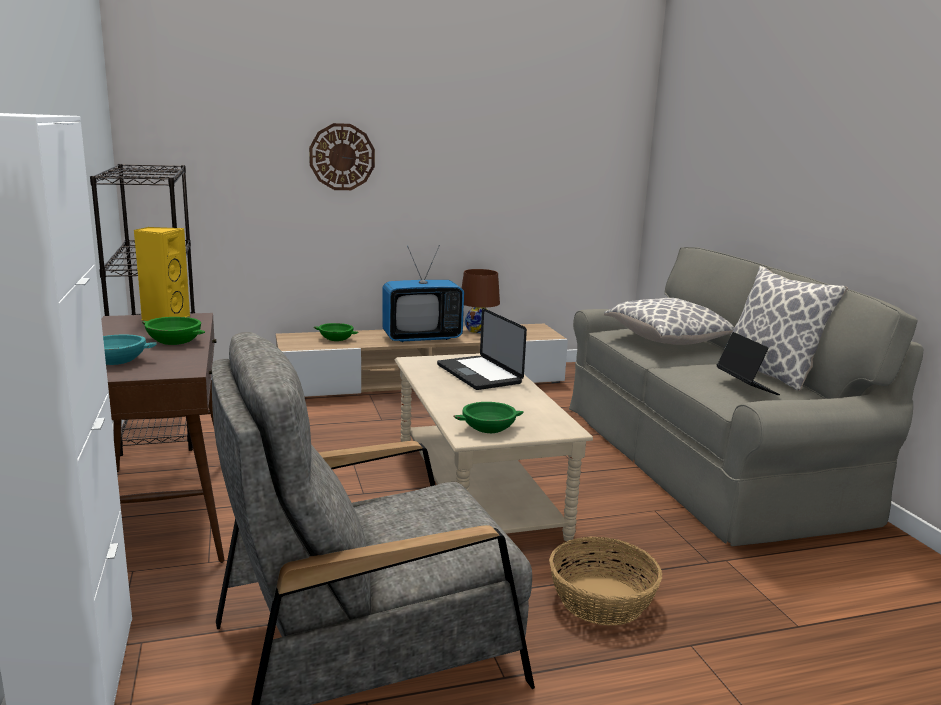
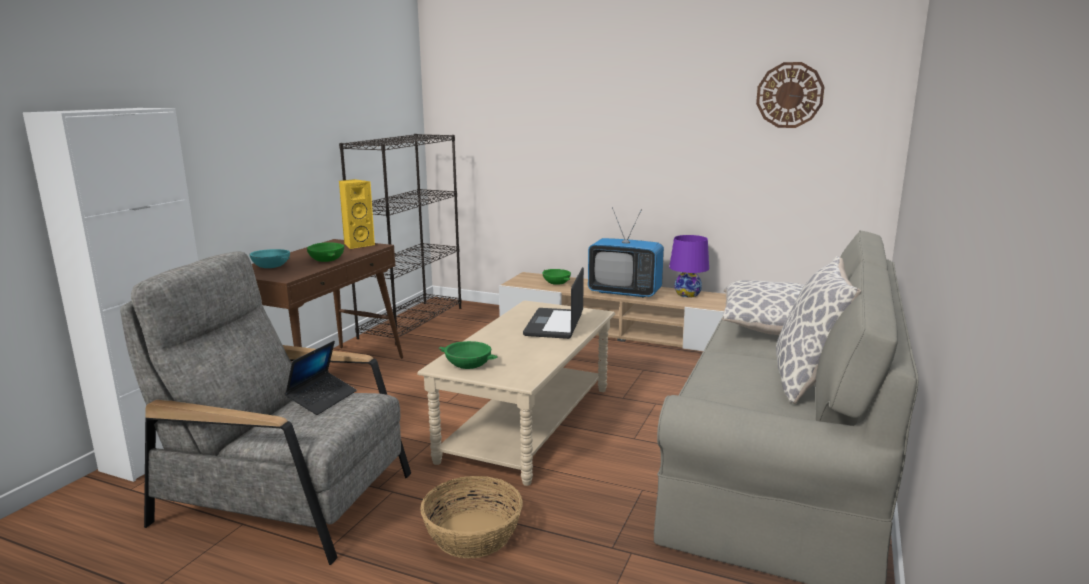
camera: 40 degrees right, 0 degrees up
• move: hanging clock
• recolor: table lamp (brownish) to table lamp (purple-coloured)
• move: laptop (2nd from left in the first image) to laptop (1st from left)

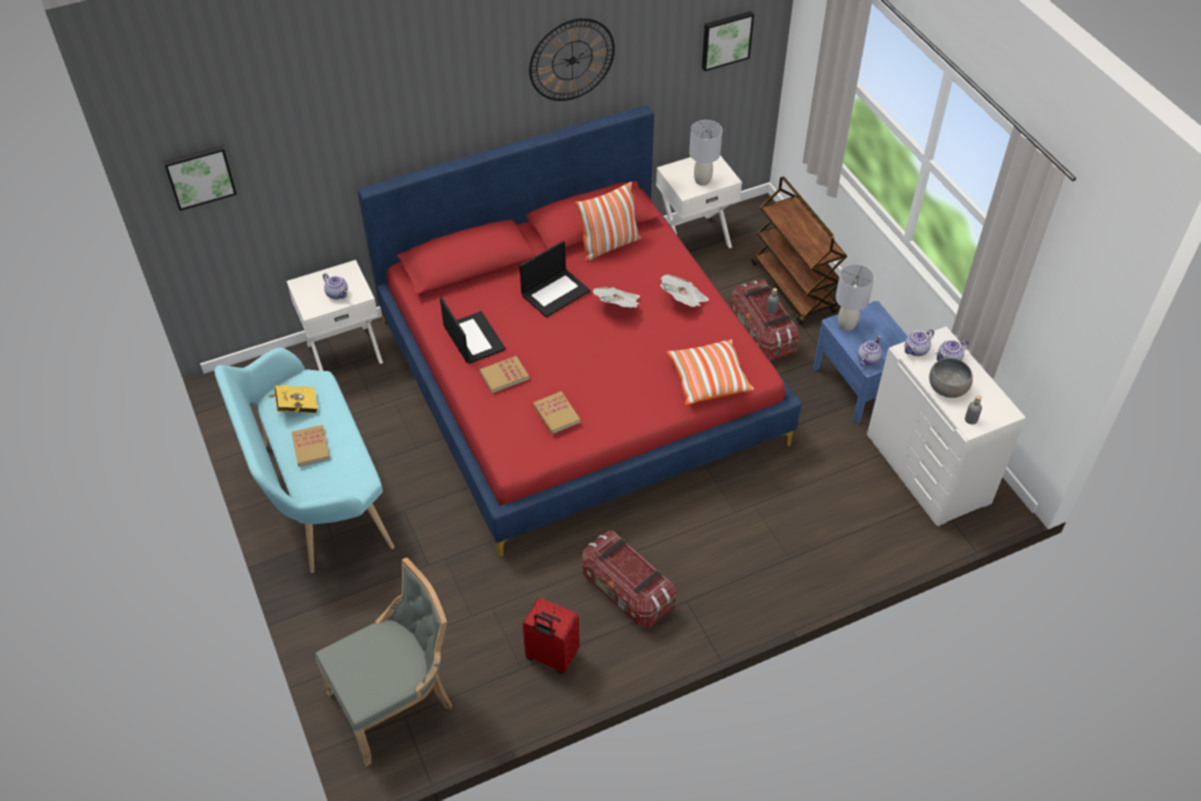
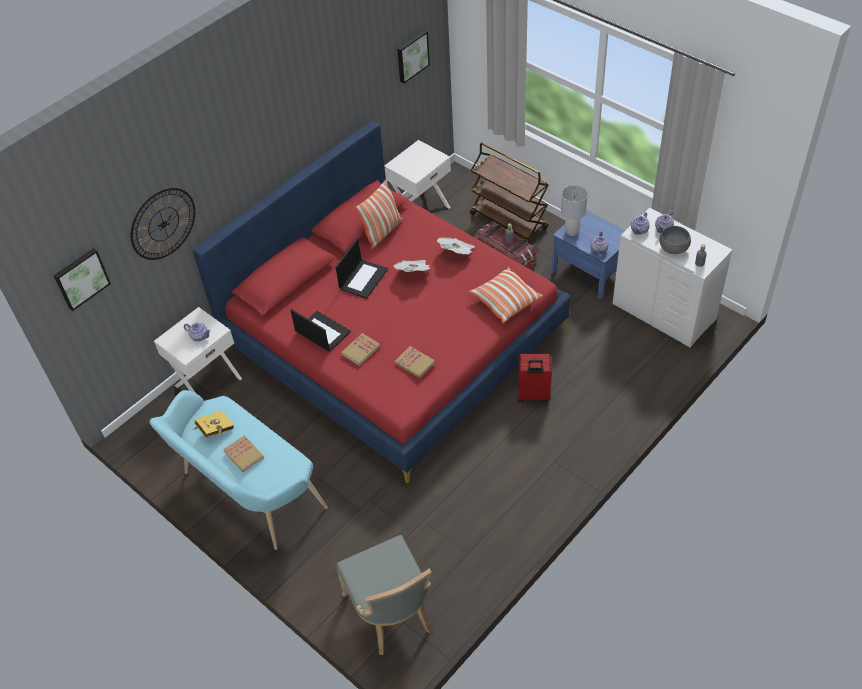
camera: 20 degrees left, 0 degrees up
• rotate: upright chair (gray) 120 degrees clockwise
• move: suitcase (red-coloured)
• move: hanging clock
• delete: storage container (1st from left)
• delete: table lamp (gray) (1st from left)

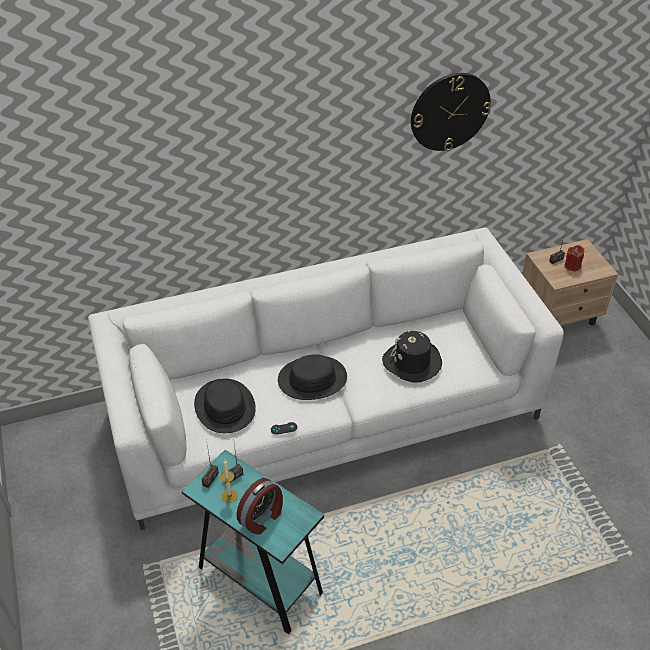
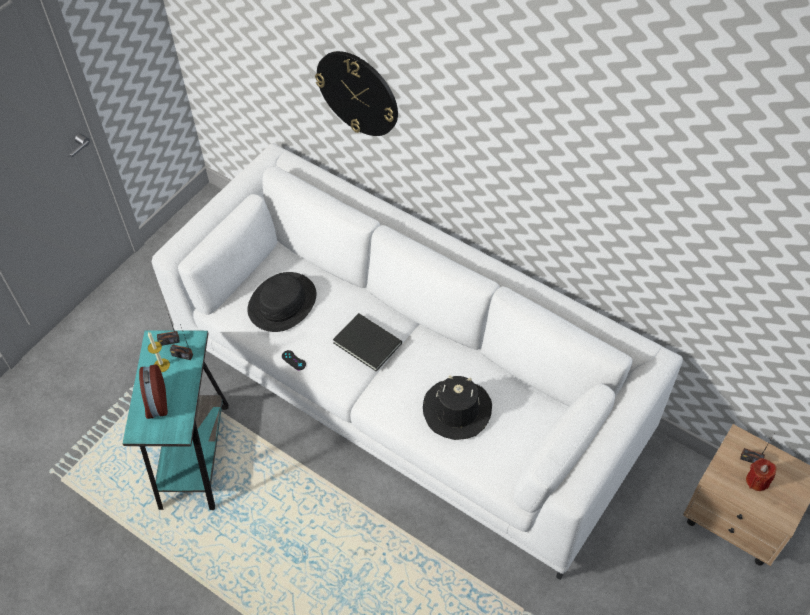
camera: 55 degrees right, 10 degrees up
• rotate: alarm clock 75 degrees clockwise
• replace: clothing hat (black) (2nd from left) to book (black)
• move: hanging clock

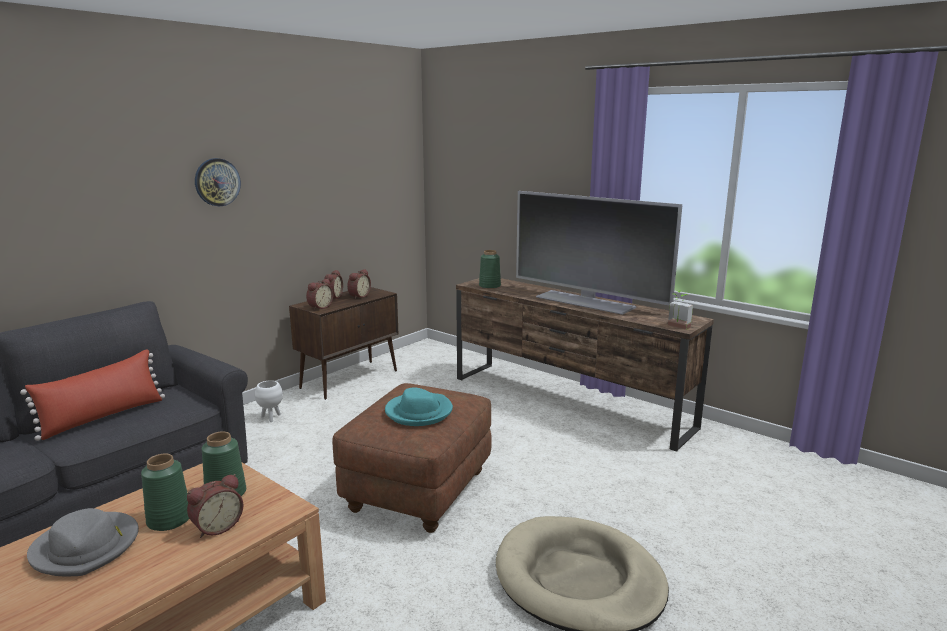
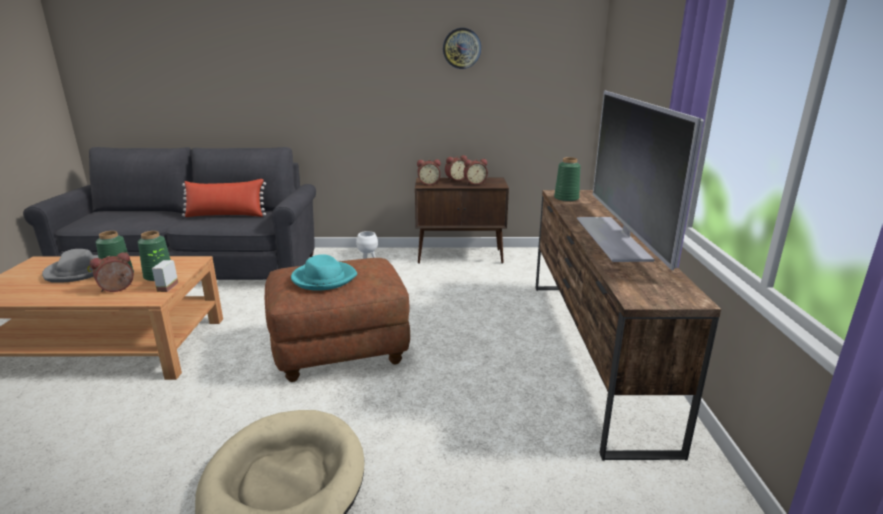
camera: 50 degrees right, 5 degrees up
• rotate: alarm clock (1st from left) 135 degrees clockwise
• move: hanging clock
• move: potted plant

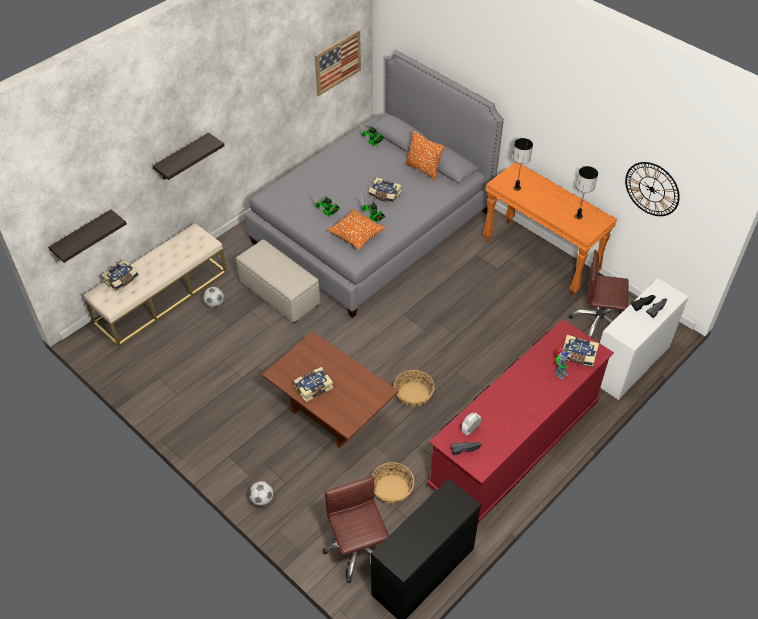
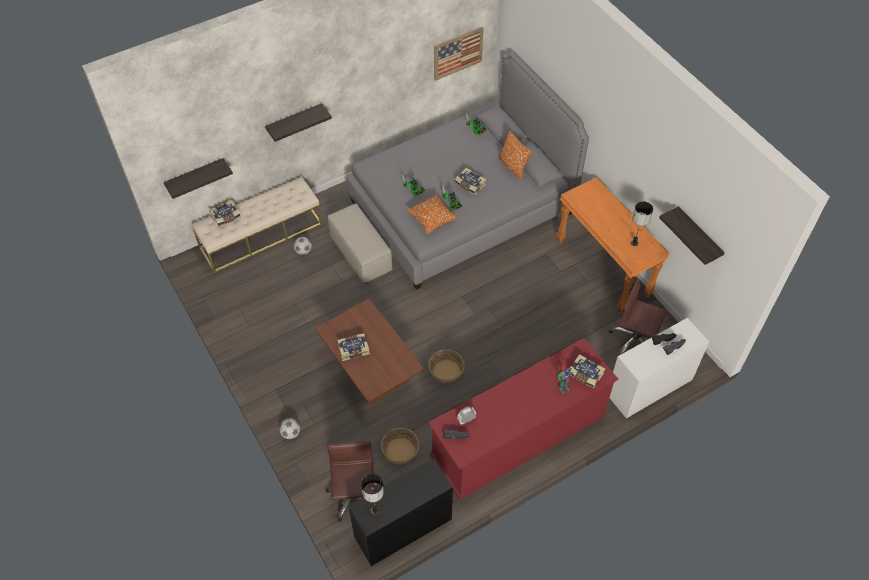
camera: 15 degrees right, 5 degrees up
• move: table lamp (1st from left)
• replace: hanging clock to shelf (3rd from left)

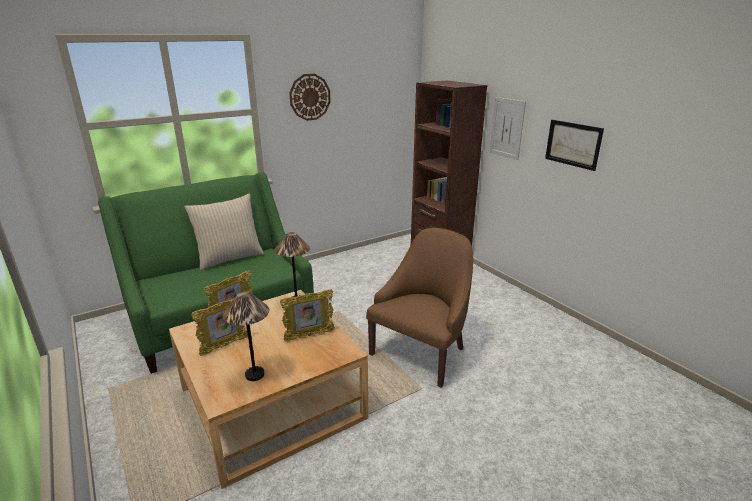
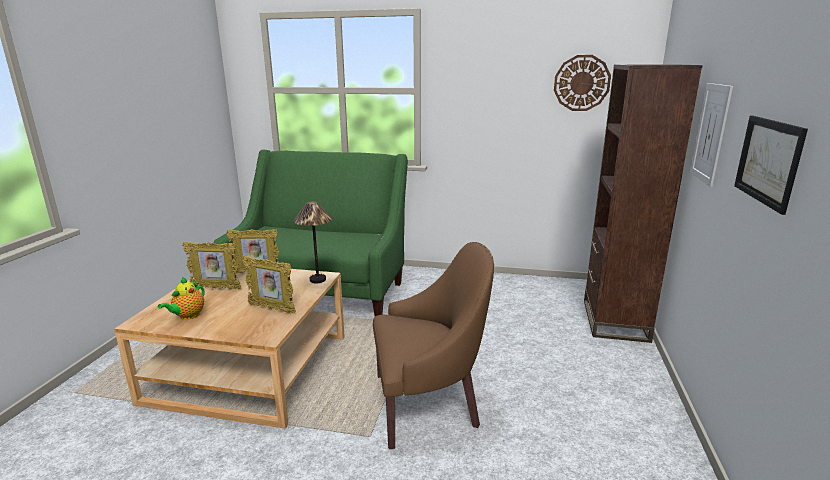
camera: 45 degrees right, 5 degrees down
• delete: cushion (sand-coloured)
• replace: table lamp (1st from left) to teapot
• move: hanging clock

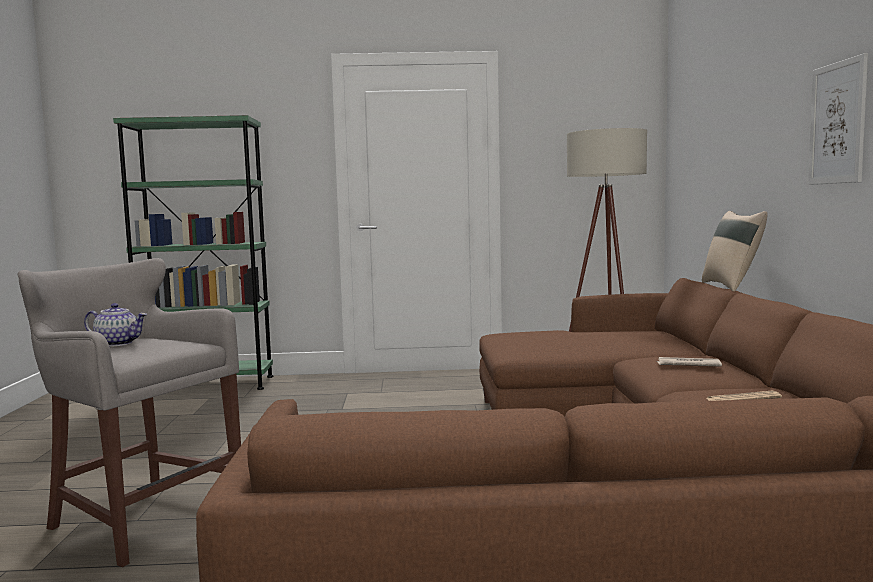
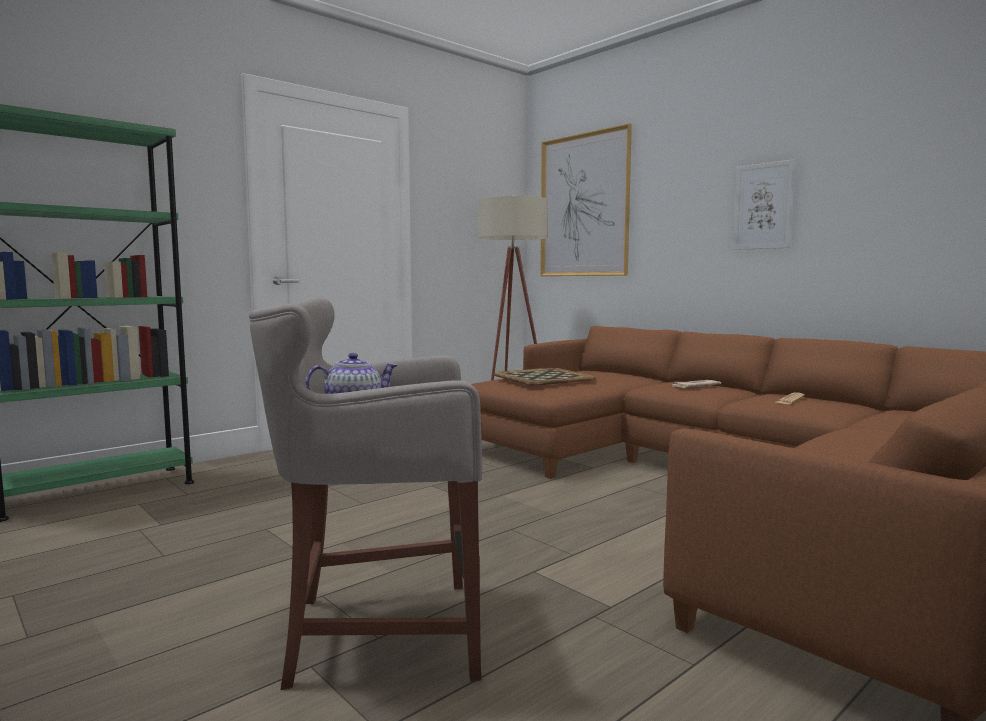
camera: 40 degrees left, 0 degrees up
• delete: cushion (sand-coloured)
• insert: carrying tray
• insert: wall picture (1st from left)

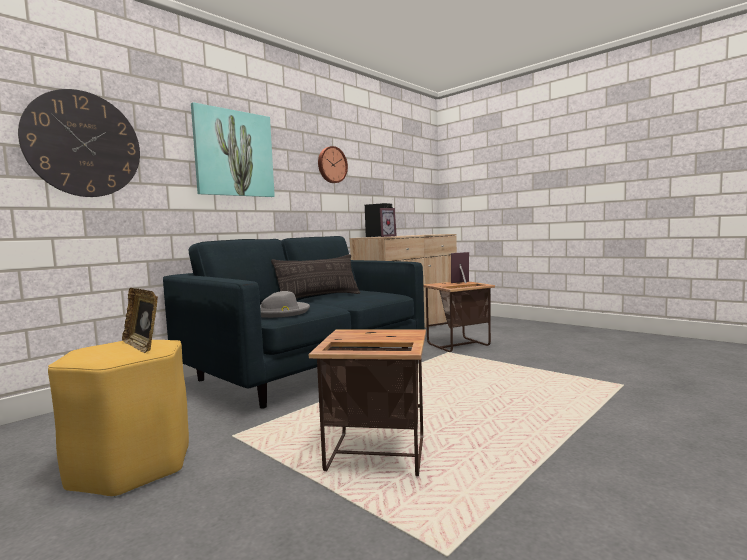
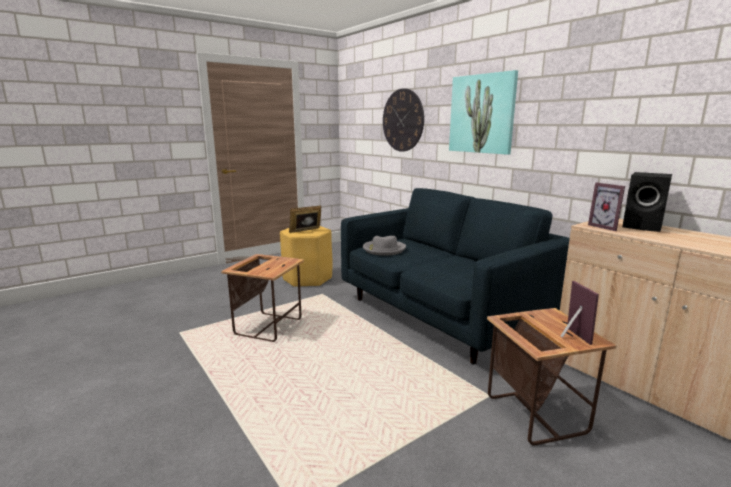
camera: 100 degrees right, 10 degrees up
• delete: cushion
• delete: hanging clock (2nd from left)

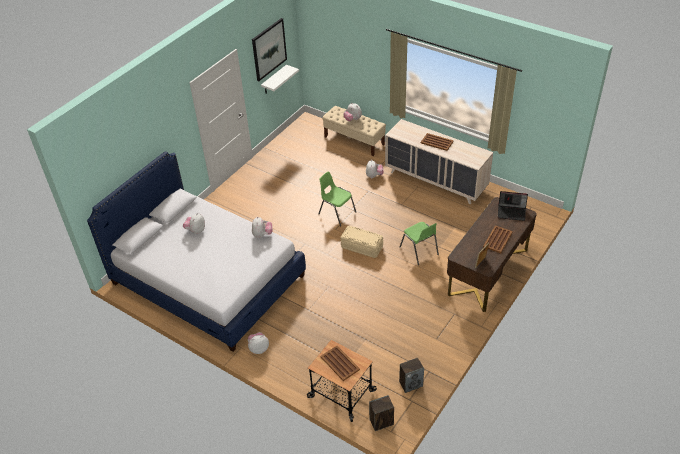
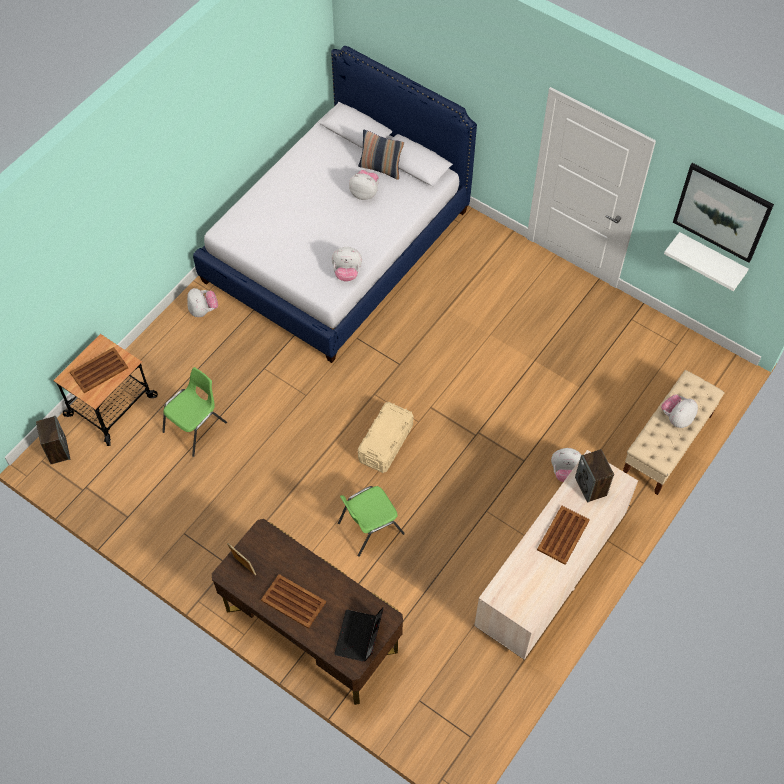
camera: 90 degrees right, 15 degrees up
• move: upright chair (green) (1st from left)
• move: loudspeaker (2nd from left)
• insert: cushion

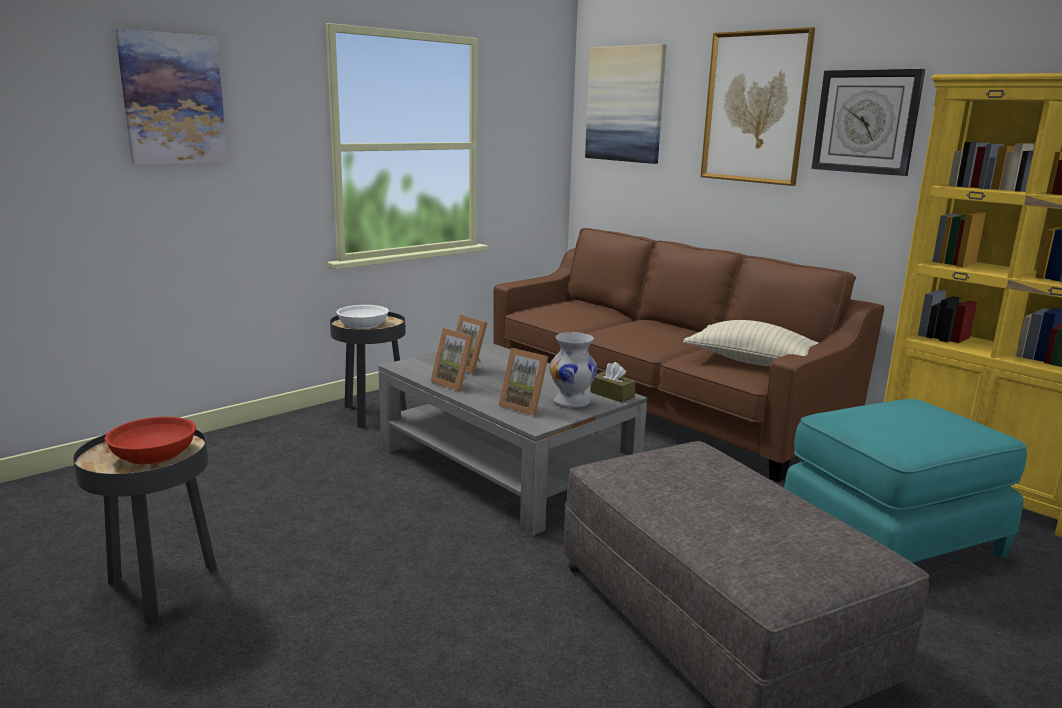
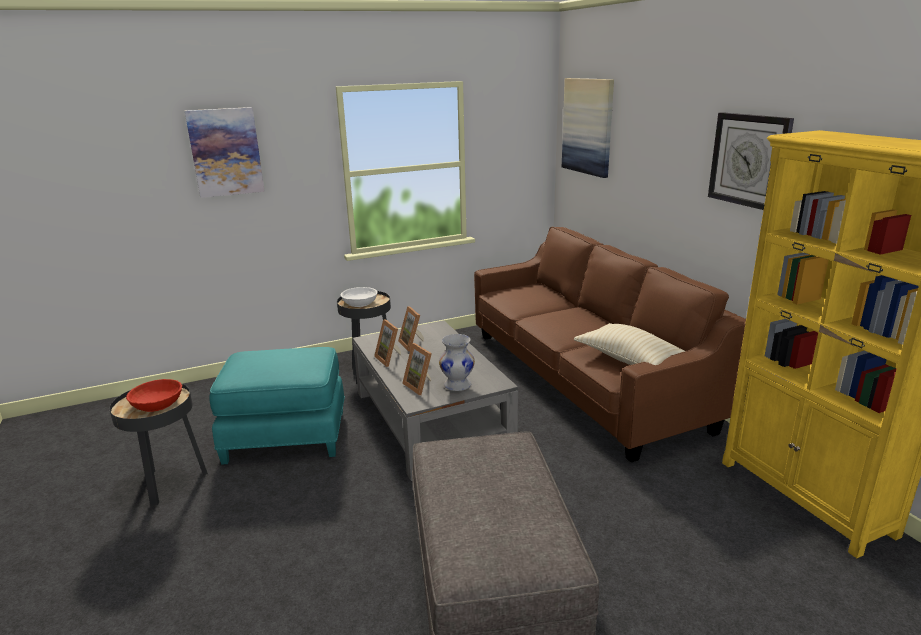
camera: 20 degrees right, 5 degrees up
• delete: tissue holder (brownish)
• delete: wall picture (3rd from left)
• move: ottoman (turquoise-coloured)

